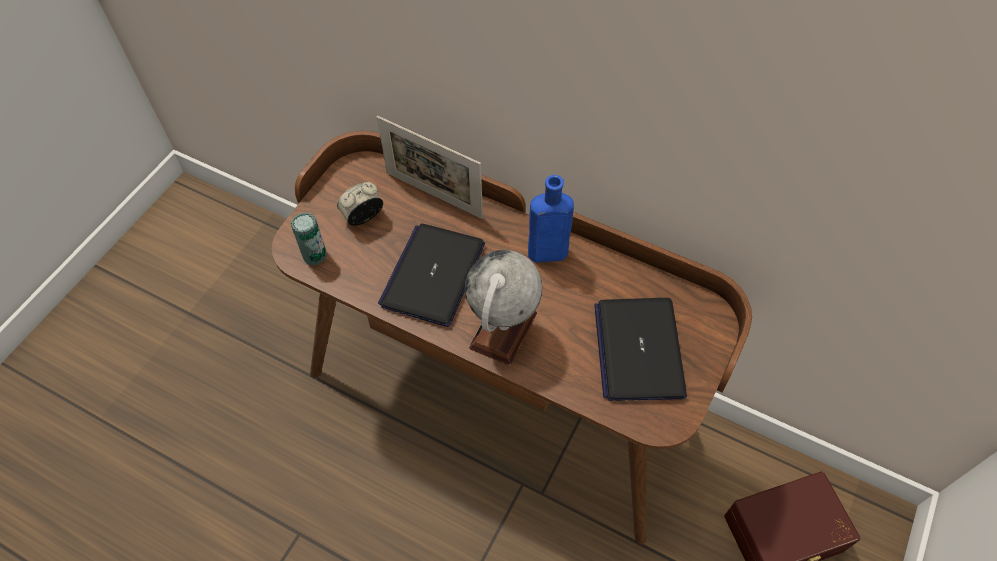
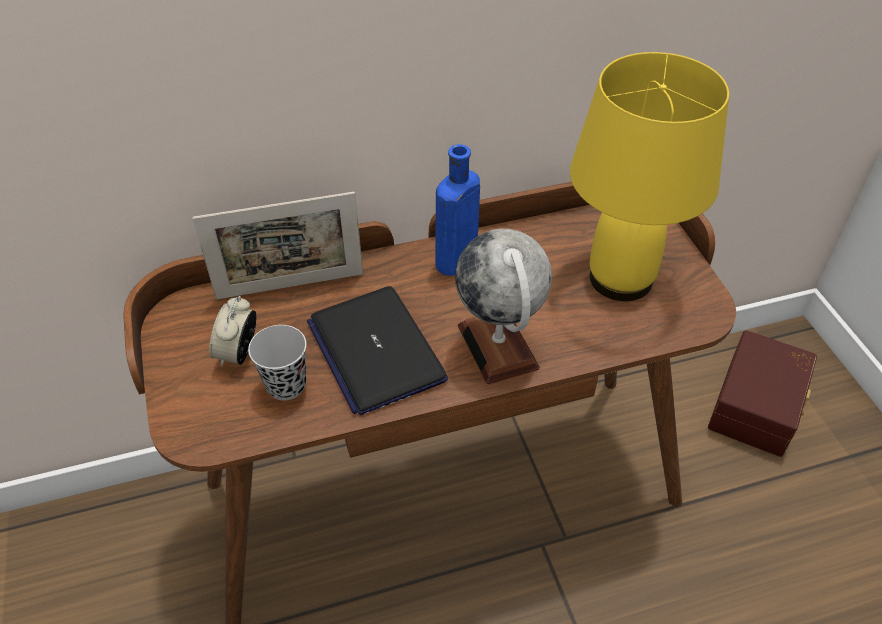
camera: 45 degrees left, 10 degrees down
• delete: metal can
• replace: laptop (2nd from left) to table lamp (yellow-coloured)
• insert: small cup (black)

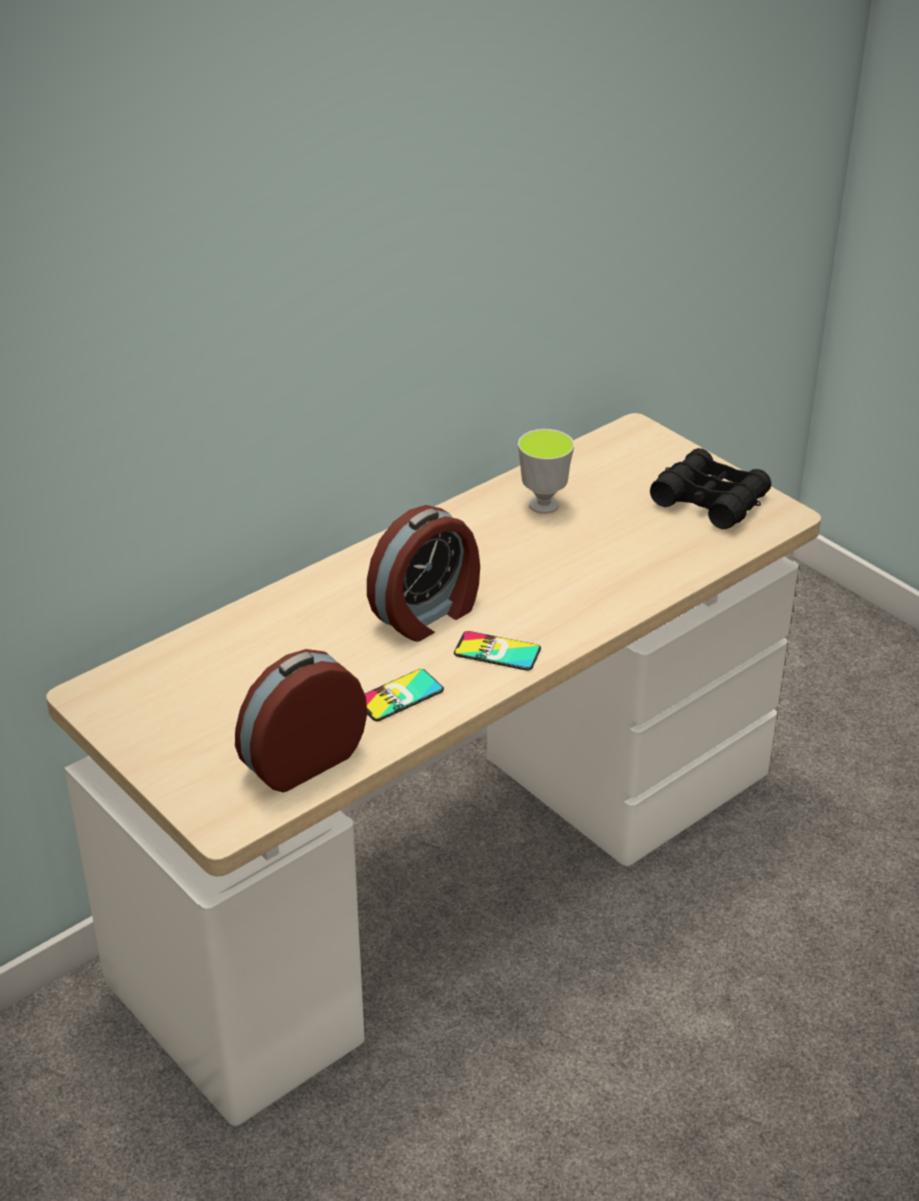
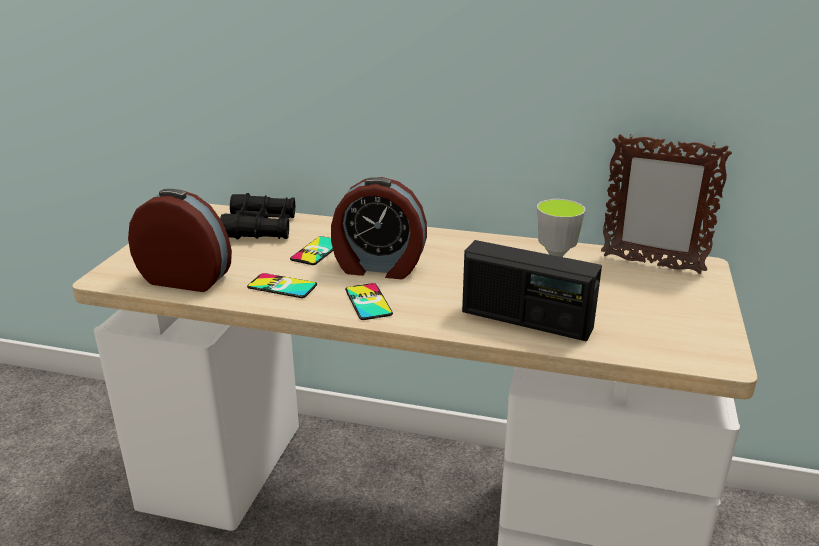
camera: 55 degrees right, 10 degrees down
• move: field glasses (black)
• insert: telephone (2nd from left)
• insert: radio
• insert: photo frame

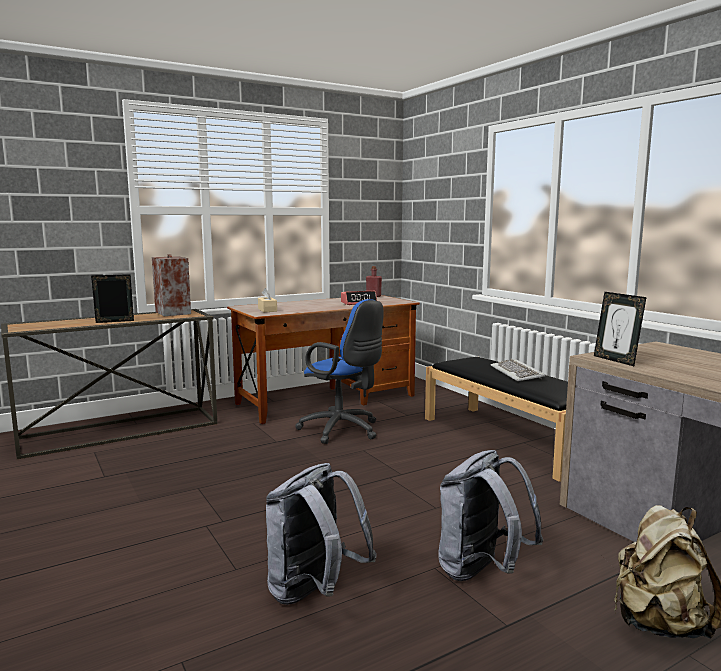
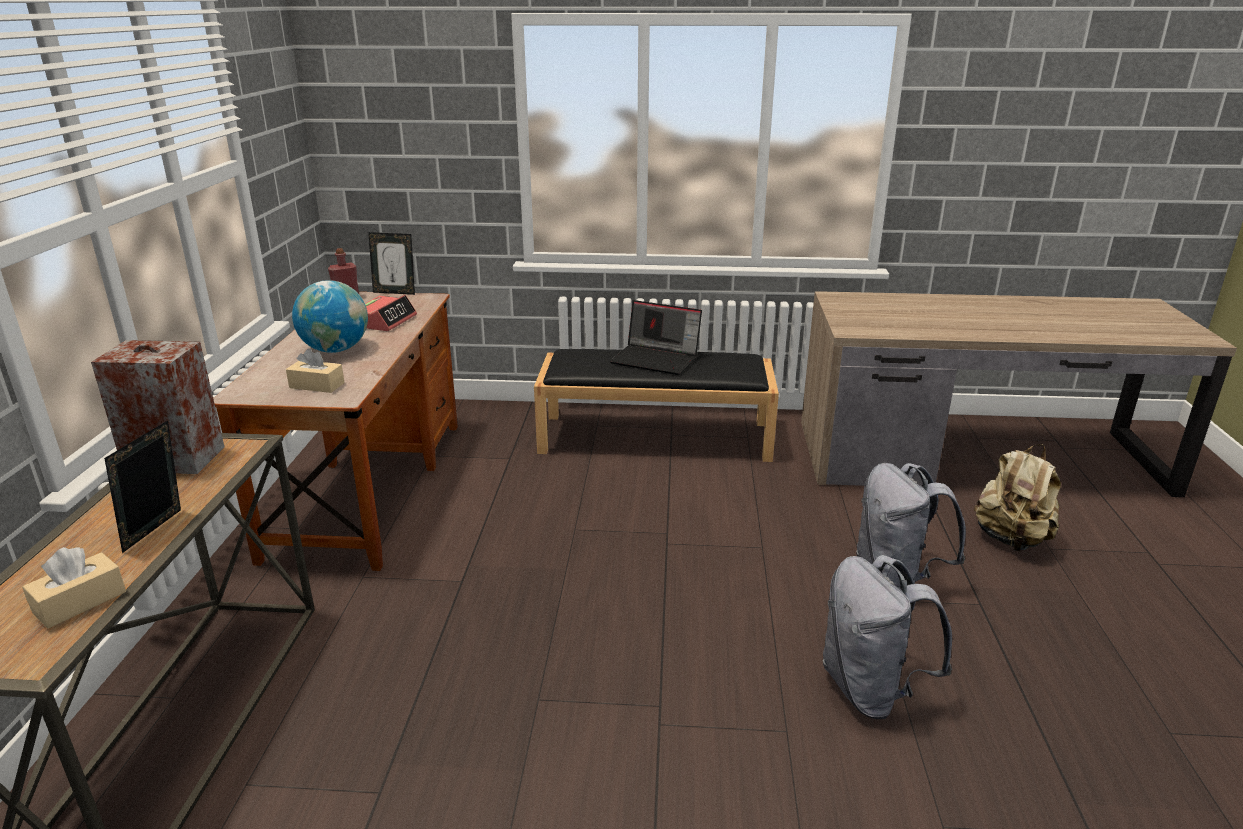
camera: 55 degrees left, 15 degrees up
• delete: office chair (blue)
• replace: keyboard to laptop
• move: photo frame (2nd from left)
• insert: tissue holder (sand-coloured) (1st from left)
• insert: world globe

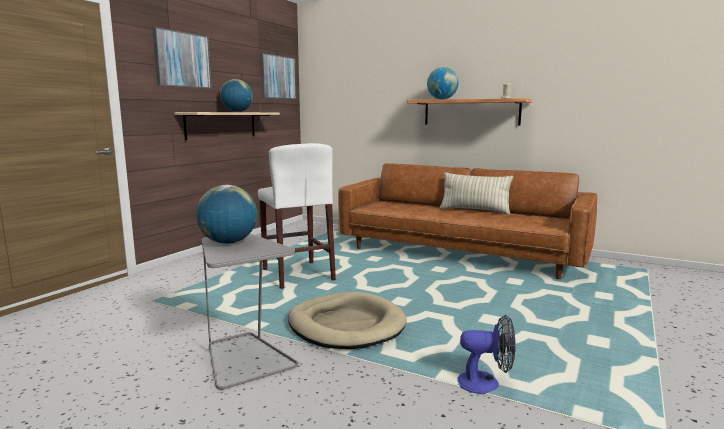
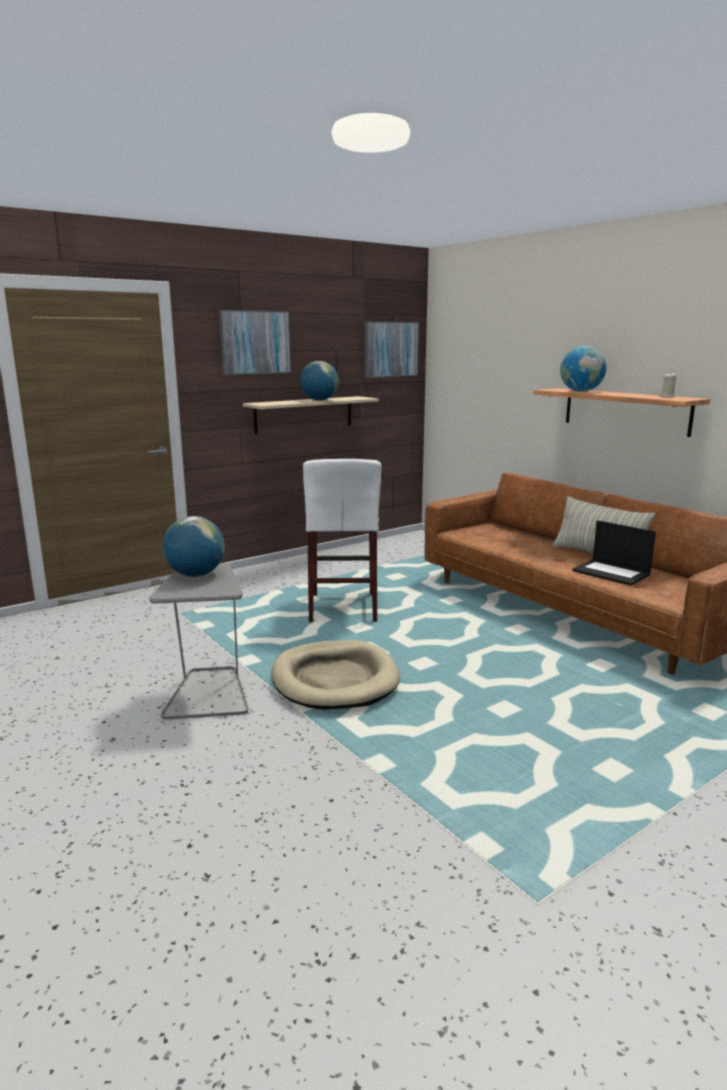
camera: 25 degrees right, 5 degrees up
• delete: electric fan
• insert: laptop

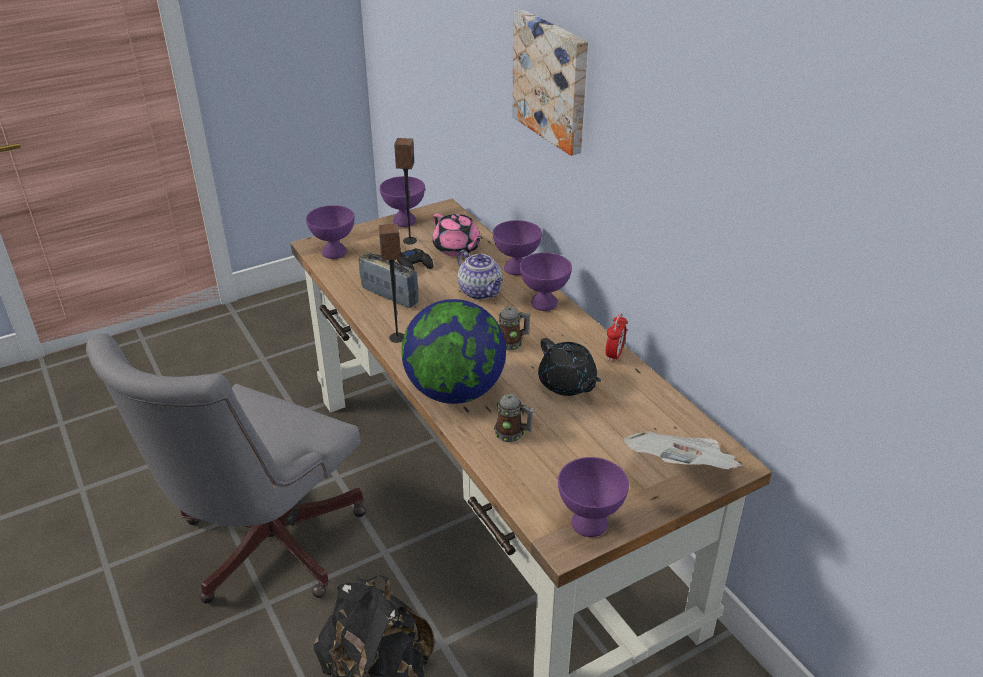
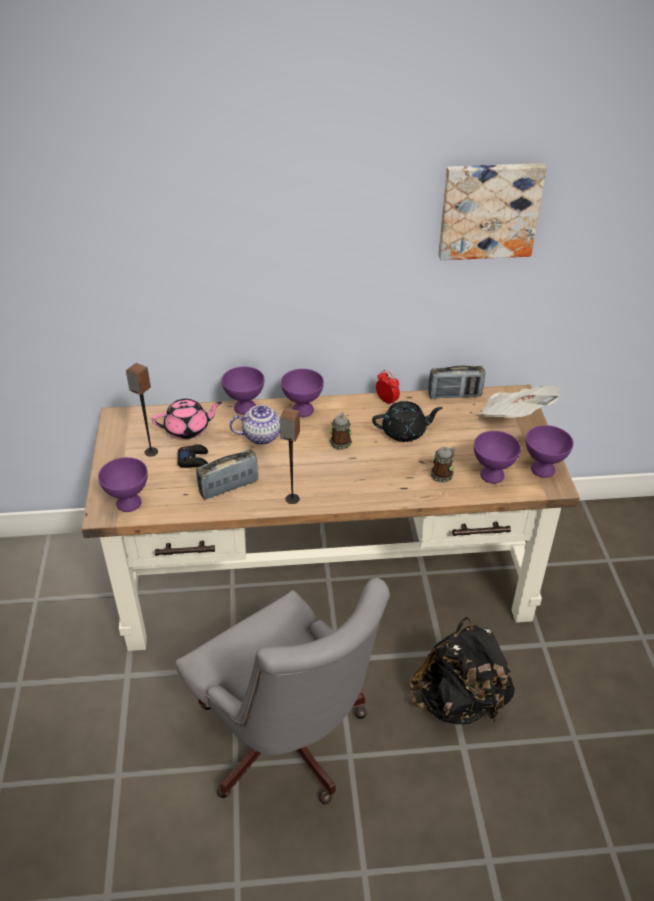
camera: 65 degrees left, 5 degrees up
• move: serving bowl (purple-coloured) (2nd from left in the first image) to serving bowl (purple-coloured) (4th from left)
• delete: world globe
• move: wall picture
• insert: radio (2nd from left)

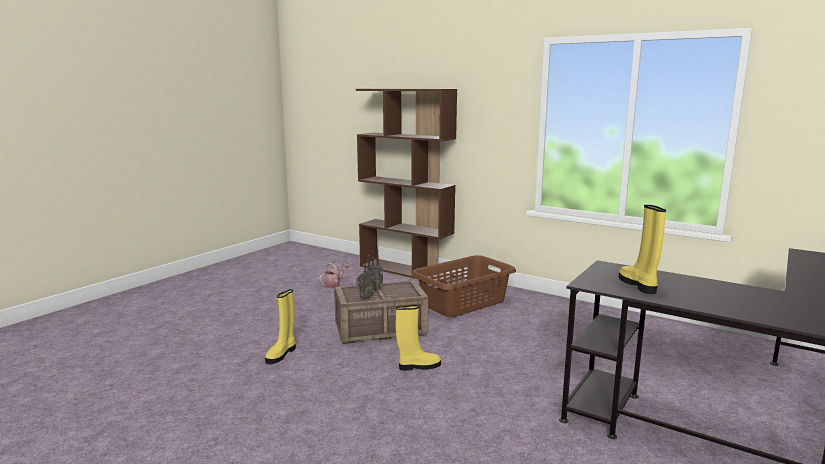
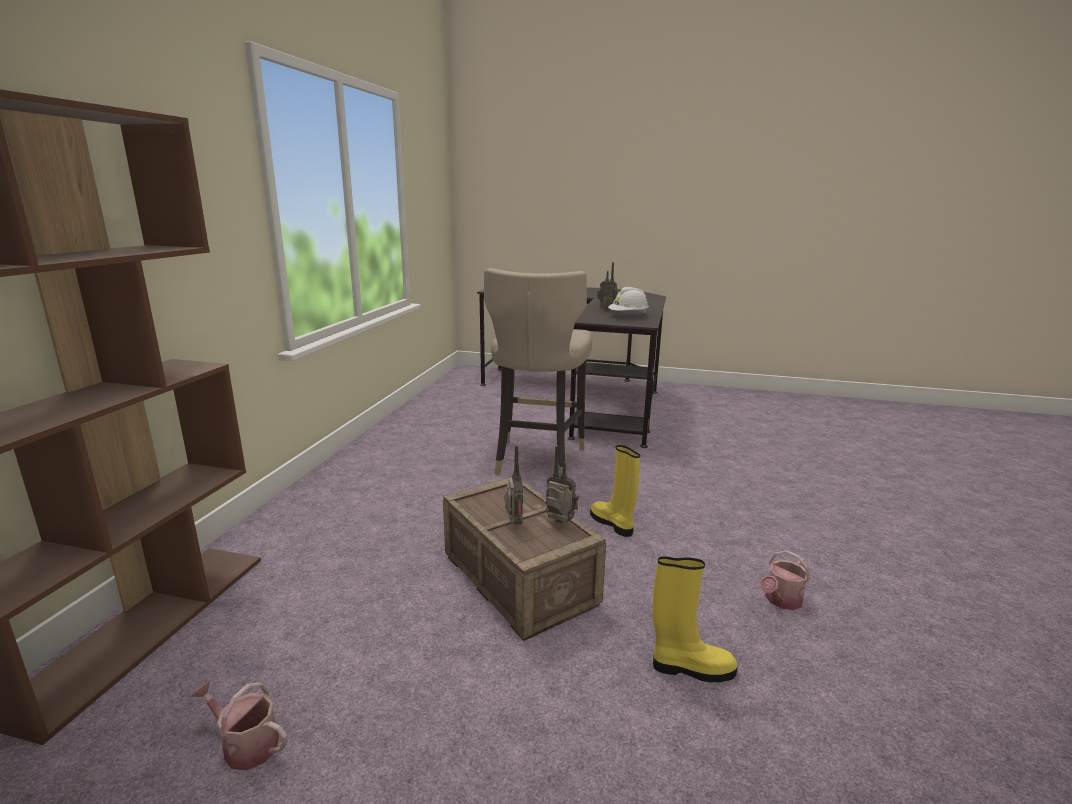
camera: 110 degrees left, 5 degrees up
• delete: hamper (brownish)
• replace: boot (yellow-coloured) (3rd from left) to hard hat (white)
• insert: stool seat (sand-coloured)
• insert: radio (3rd from left)
• insert: watering can (2nd from left)

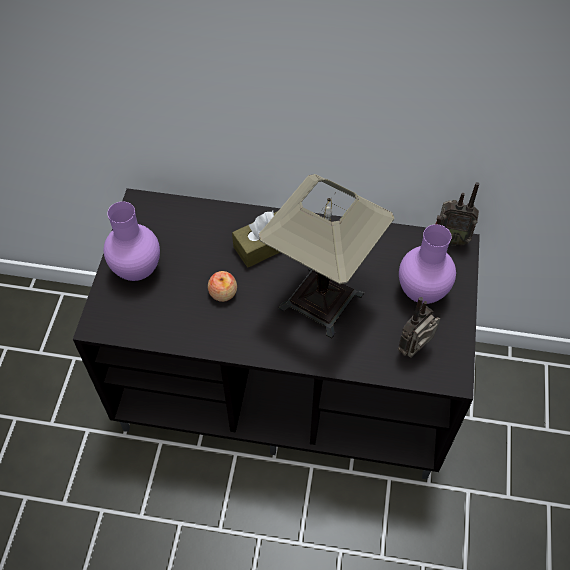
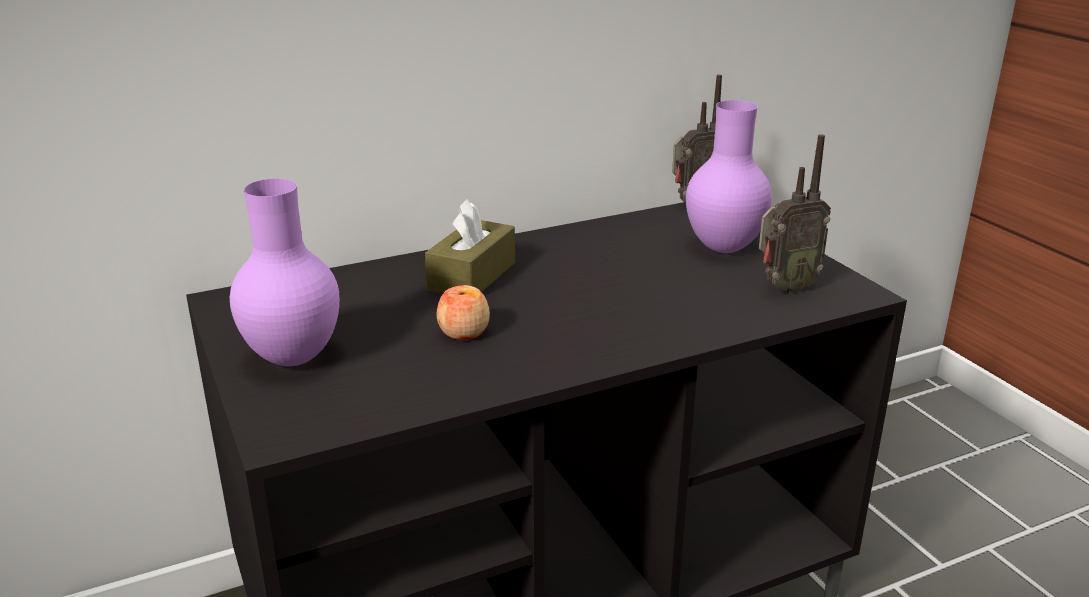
camera: 35 degrees left, 30 degrees down
• delete: table lamp
• rotate: radio (1st from left in the first image) 120 degrees counterclockwise

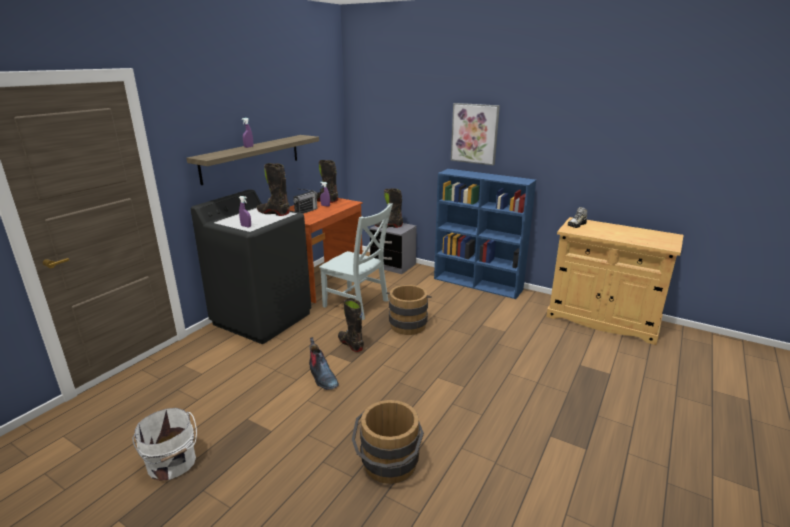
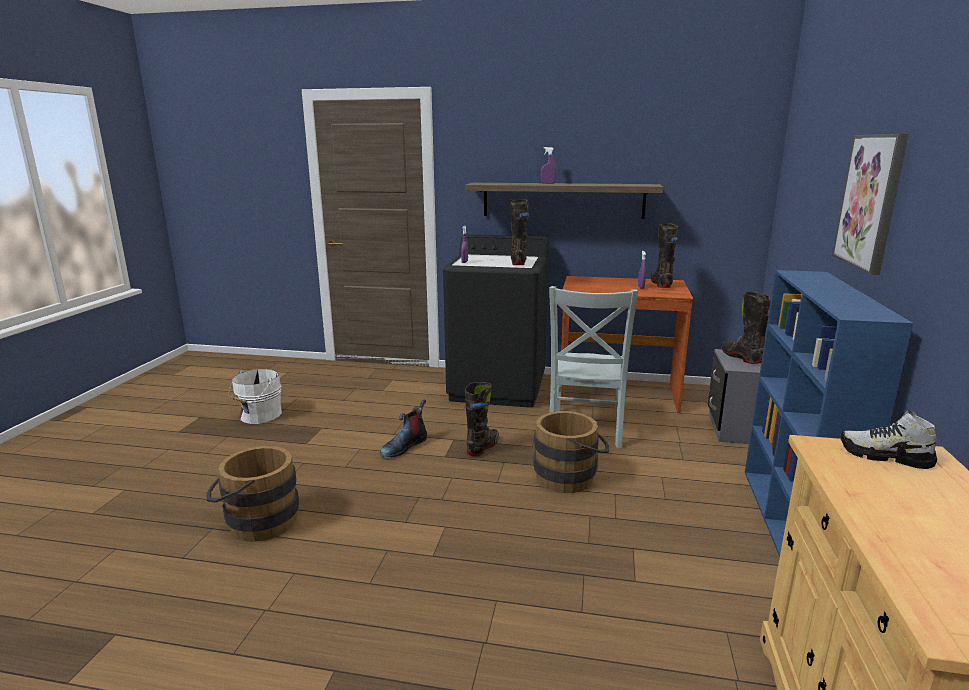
camera: 70 degrees right, 5 degrees down
• delete: radio

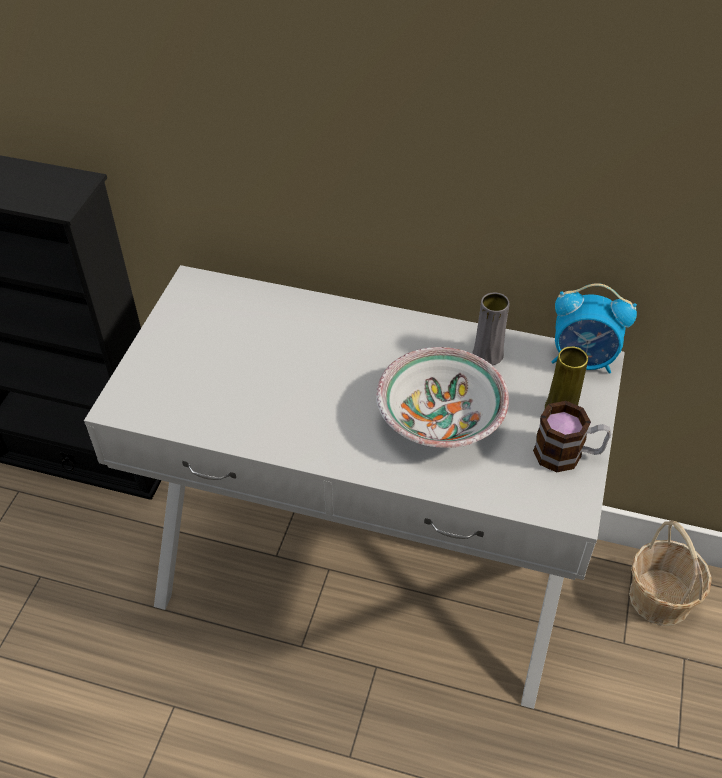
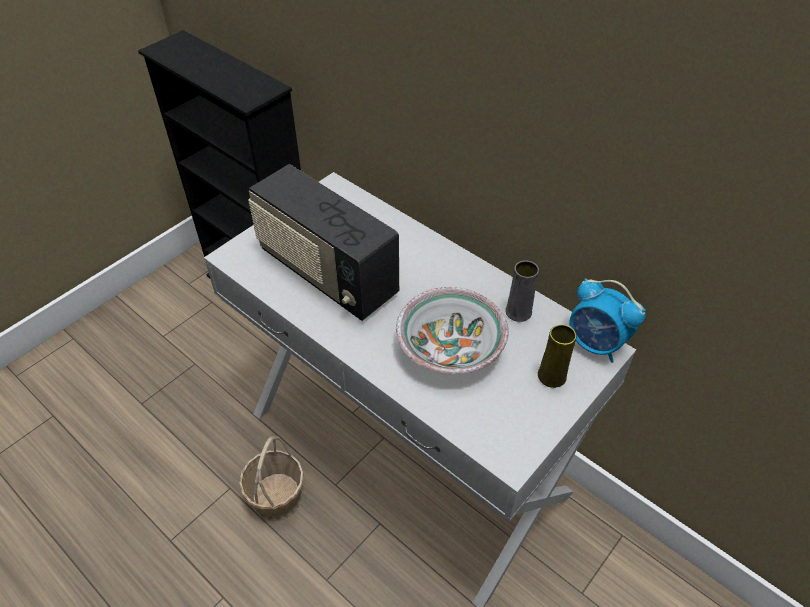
camera: 25 degrees right, 0 degrees up
• delete: mug
• move: basket
• insert: radio

